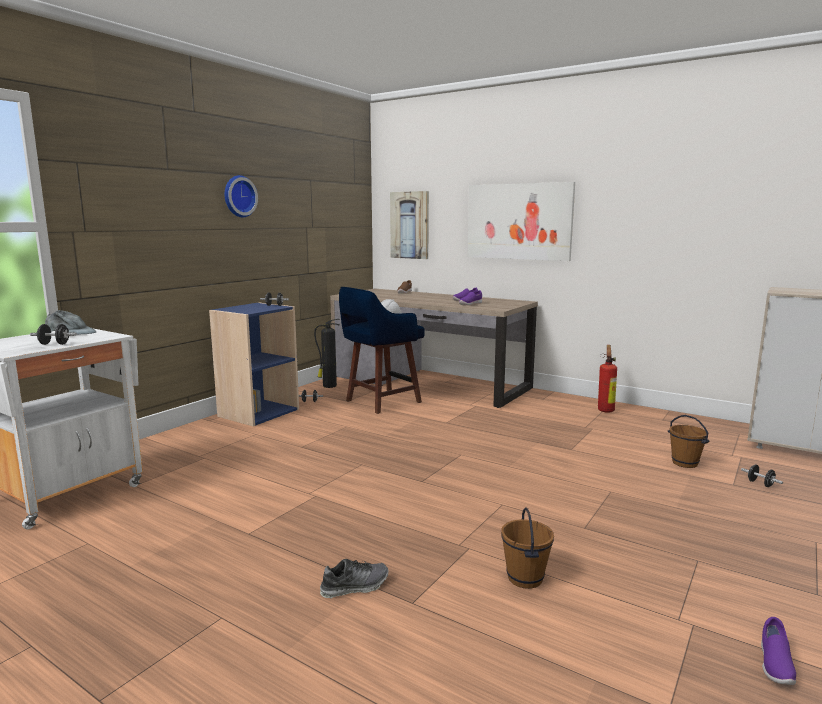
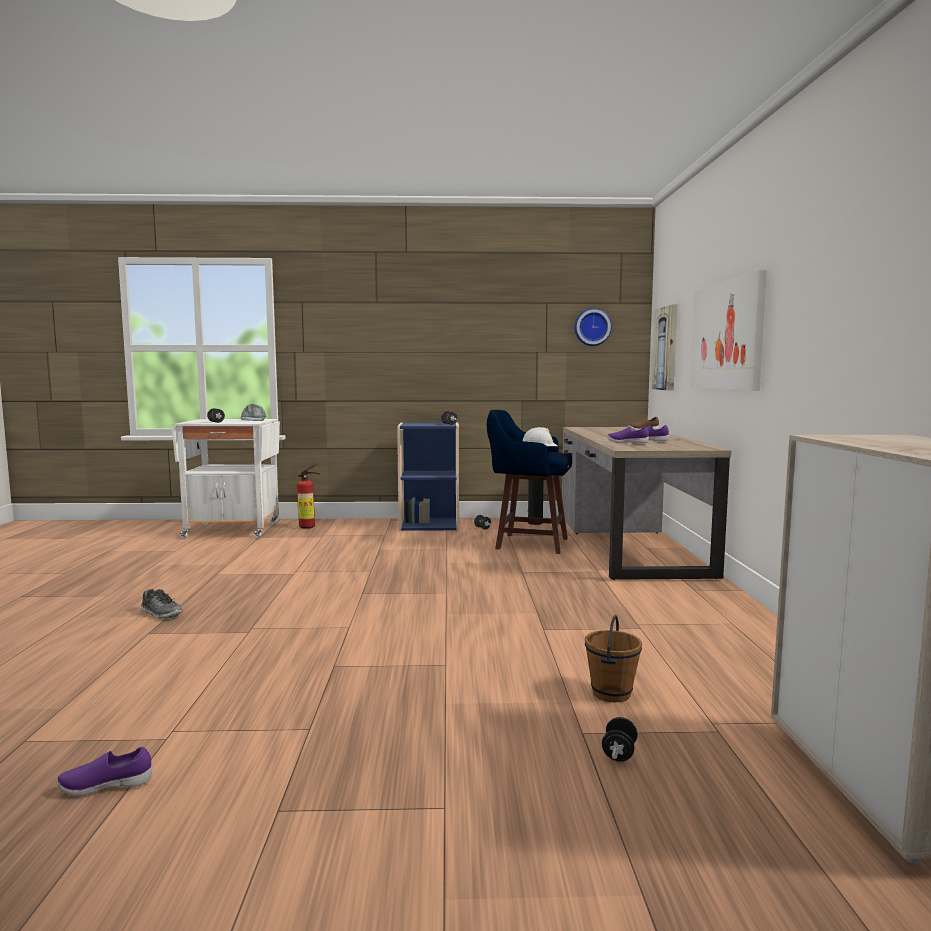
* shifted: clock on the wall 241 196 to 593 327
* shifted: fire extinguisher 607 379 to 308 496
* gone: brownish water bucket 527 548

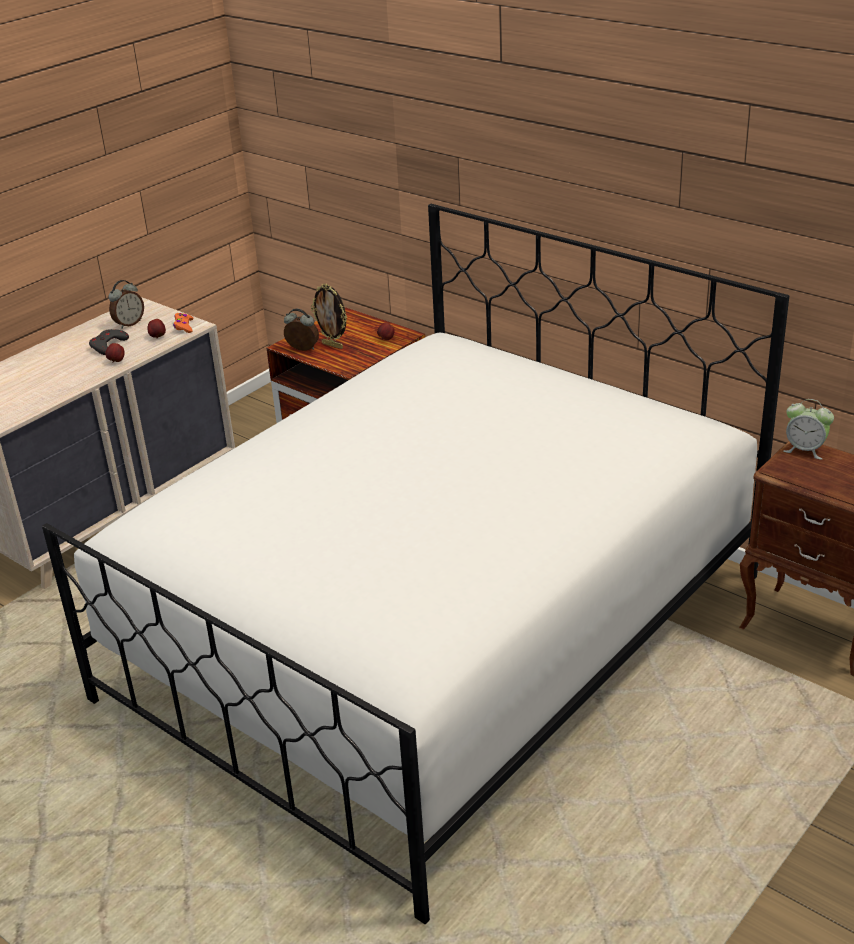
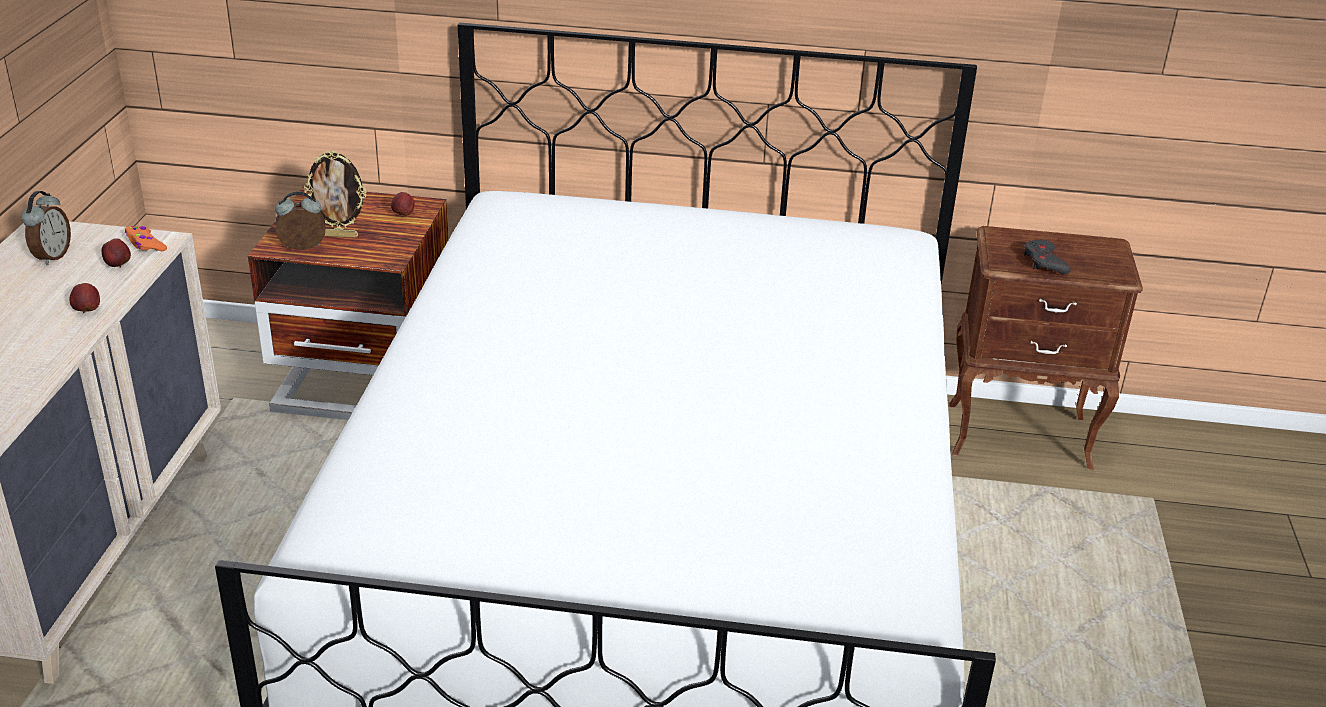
* shifted: gray joypad 109 342 to 1047 257
* gone: alarm clock 809 429

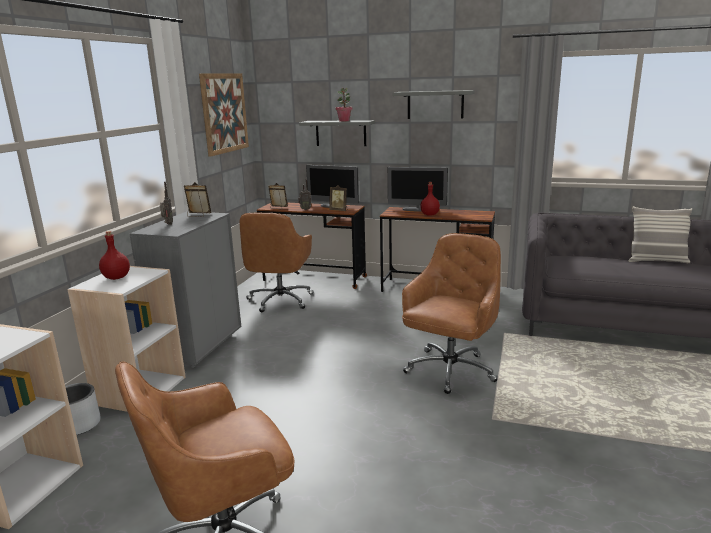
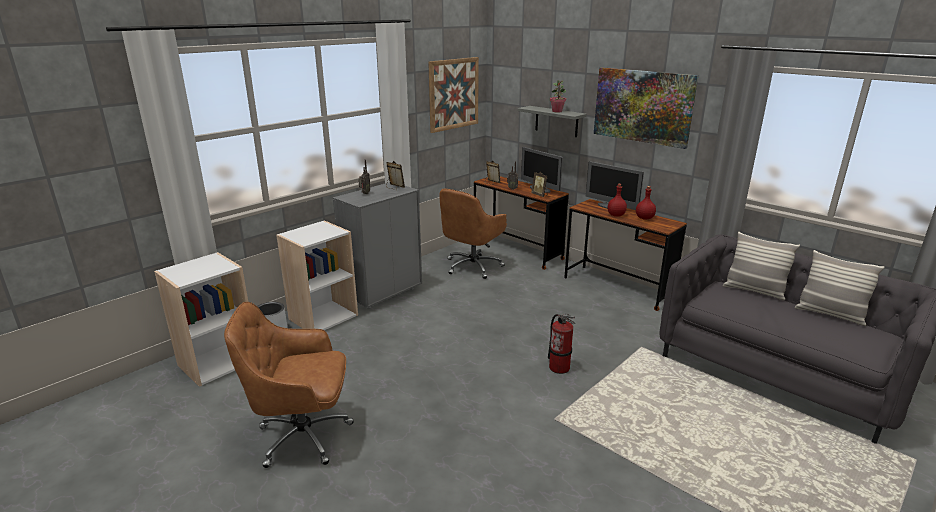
* swapped: gray wall shelf 434 104 to picture 646 108
* shifted: red-coloured beverage bottle 114 255 to 646 203
* swapped: brownish desk chair 451 313 to fire extinguisher 561 344
* new: pillow 761 266

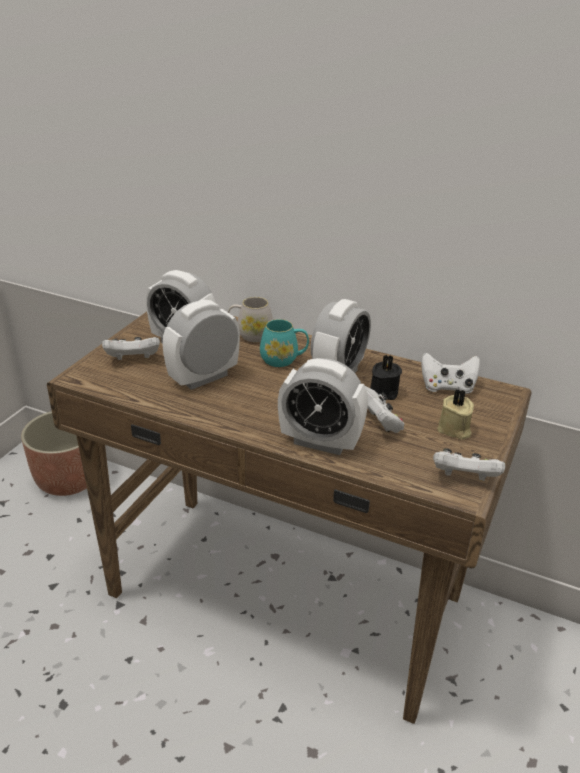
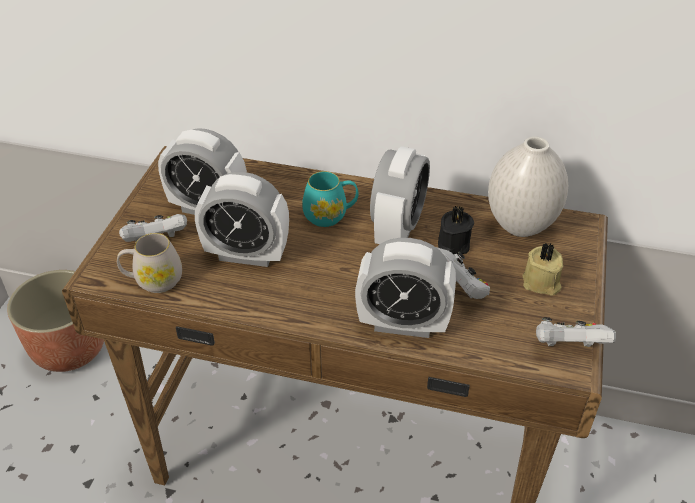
* shifted: white tea mug 250 319 to 149 263
* rotated: alarm clock 201 345 = 242 219 120 degrees counterclockwise
* swapped: white joypad 450 373 to white decorative vase 528 186

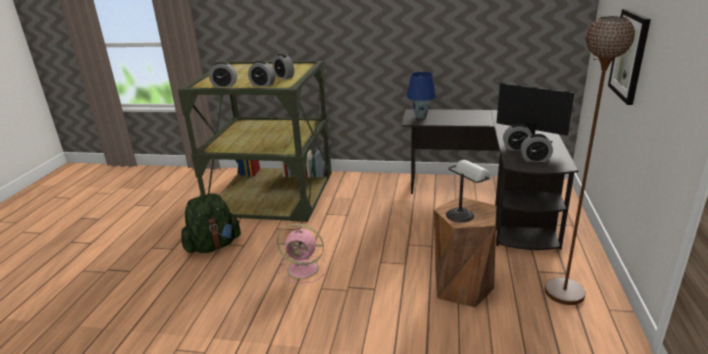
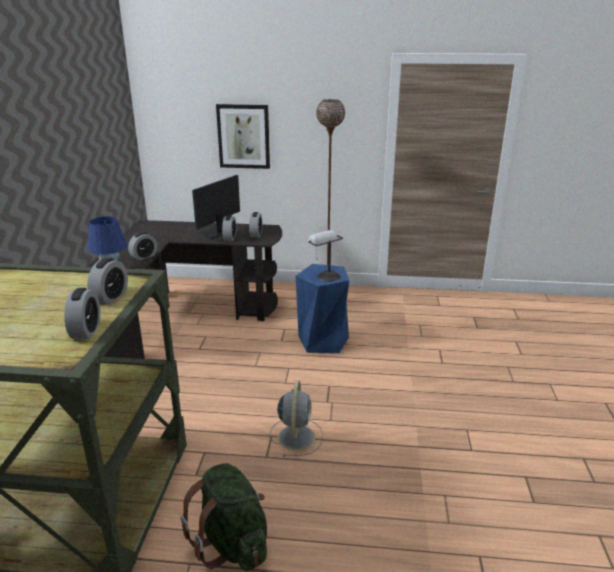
* shifted: alarm clock 283 66 to 142 246
* repainted: brownish stool seat 465 252 to blue stool seat 322 308
* repainted: pinkish fan 302 253 to gray fan 296 418

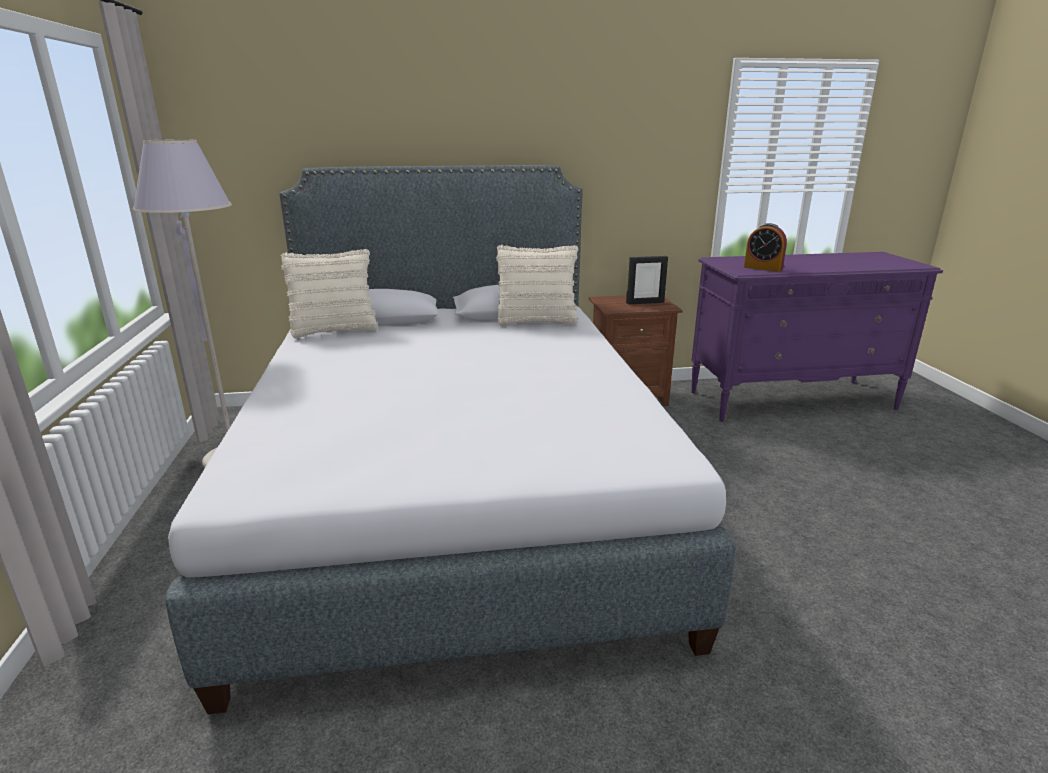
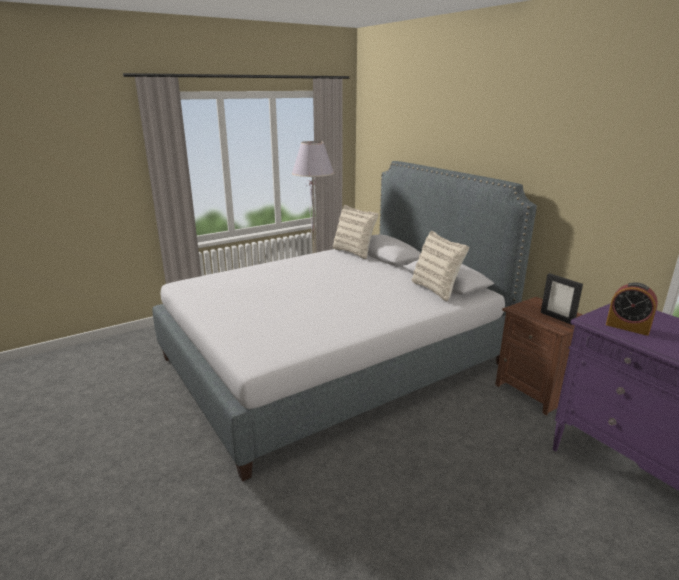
* rotated: alarm clock 765 247 = 632 309 60 degrees counterclockwise

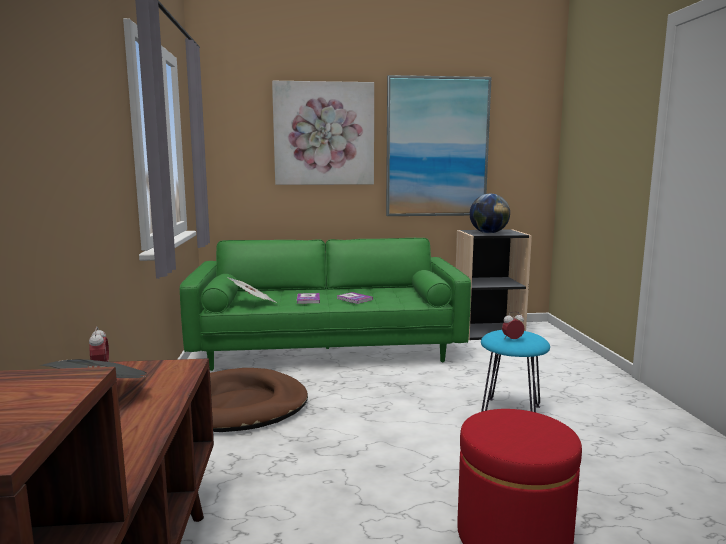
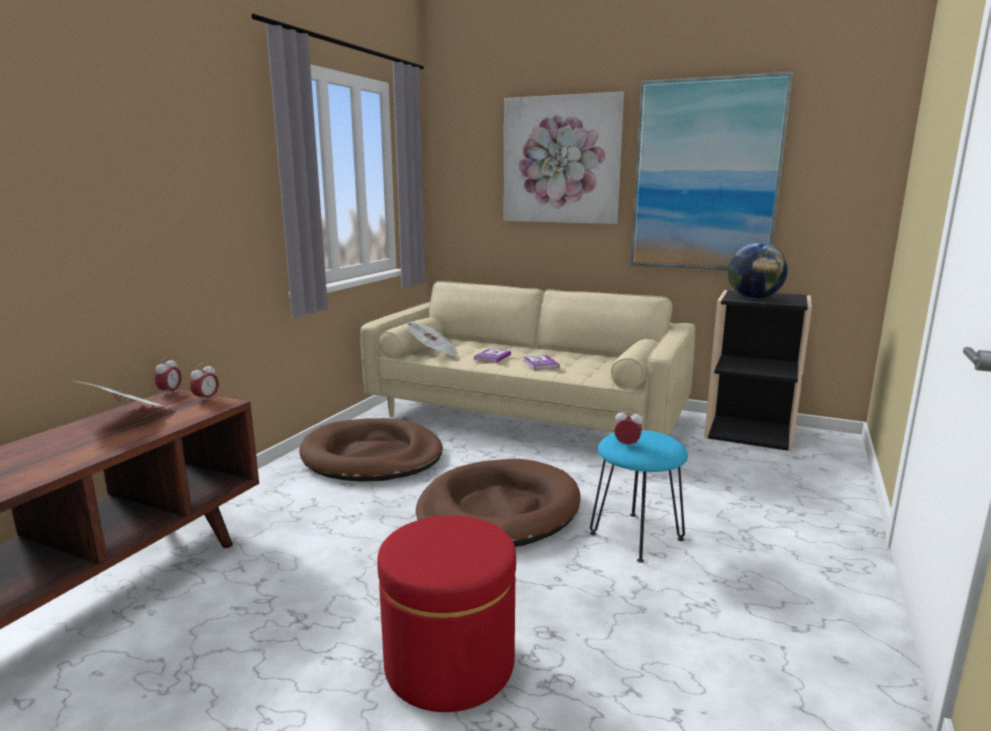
* repainted: greenish sofa 325 304 to sand-coloured sofa 527 358
* new: alarm clock 204 383
* new: brownish pet bed 498 503

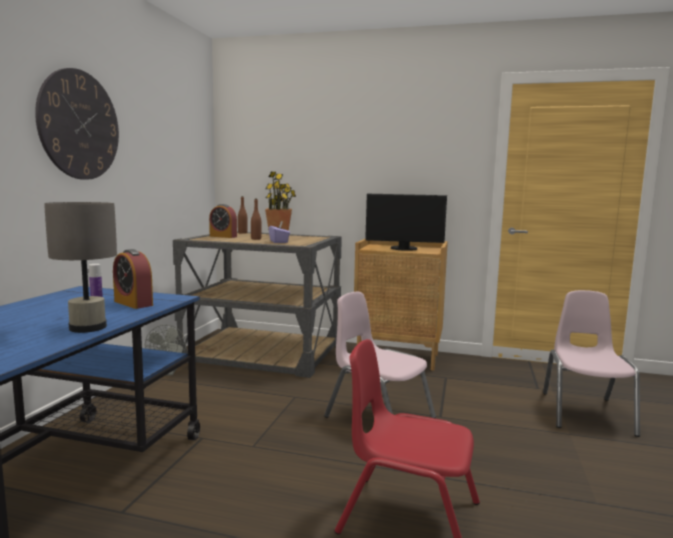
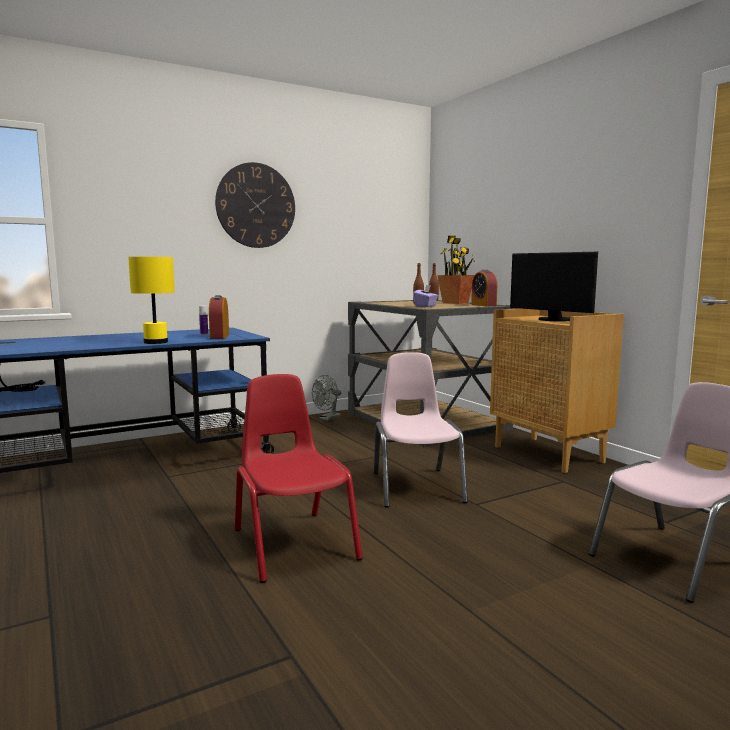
* repainted: gray table lamp 80 267 to yellow-coloured table lamp 152 300
* shifted: alarm clock 223 221 to 484 288

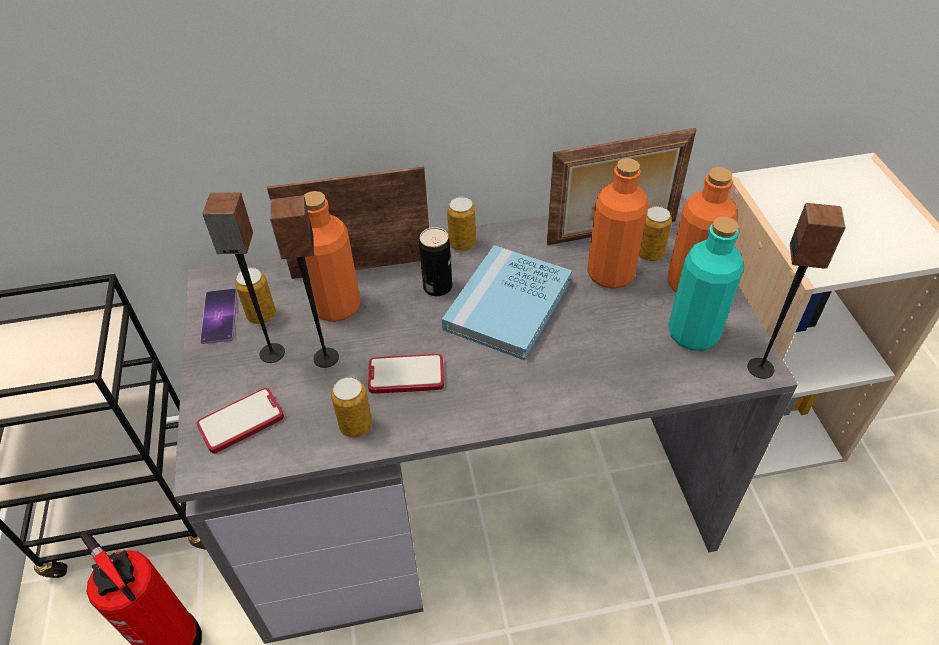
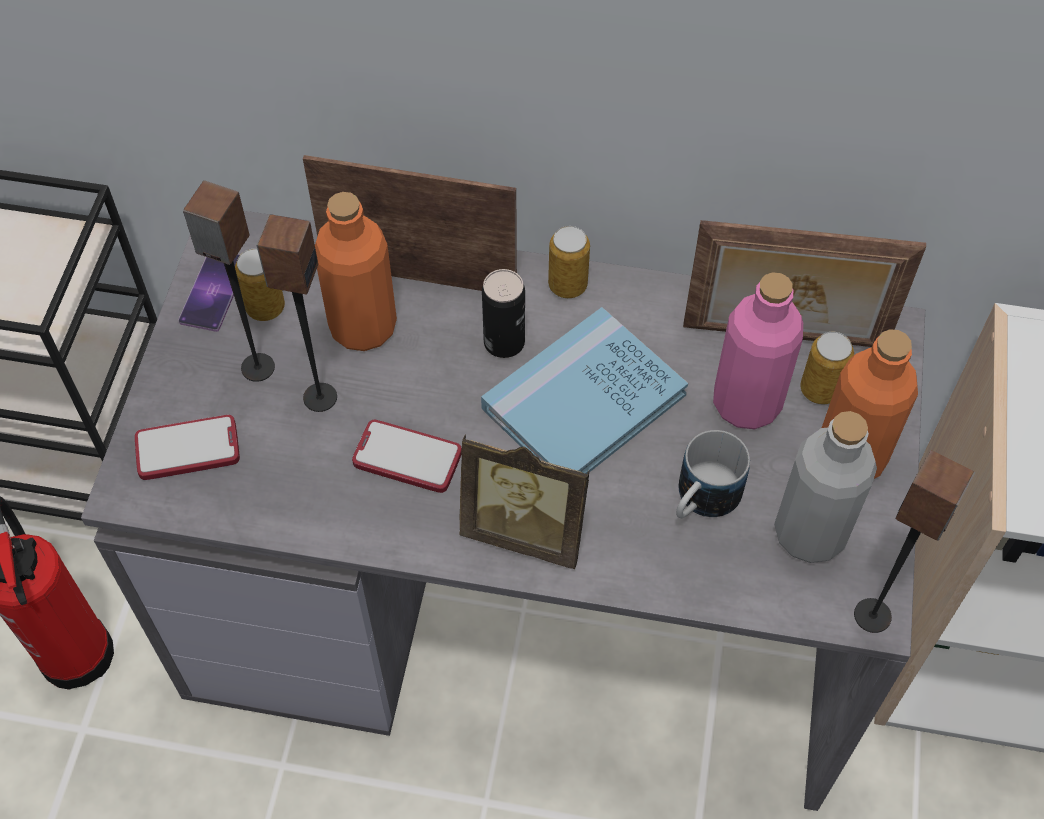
* repainted: orange-coloured beverage bottle 618 223 to pinkish beverage bottle 758 350
* repainted: blue-green beverage bottle 706 283 to gray beverage bottle 825 487
* gone: can 351 407
* new: tea mug 713 474
* new: standing frame 524 502

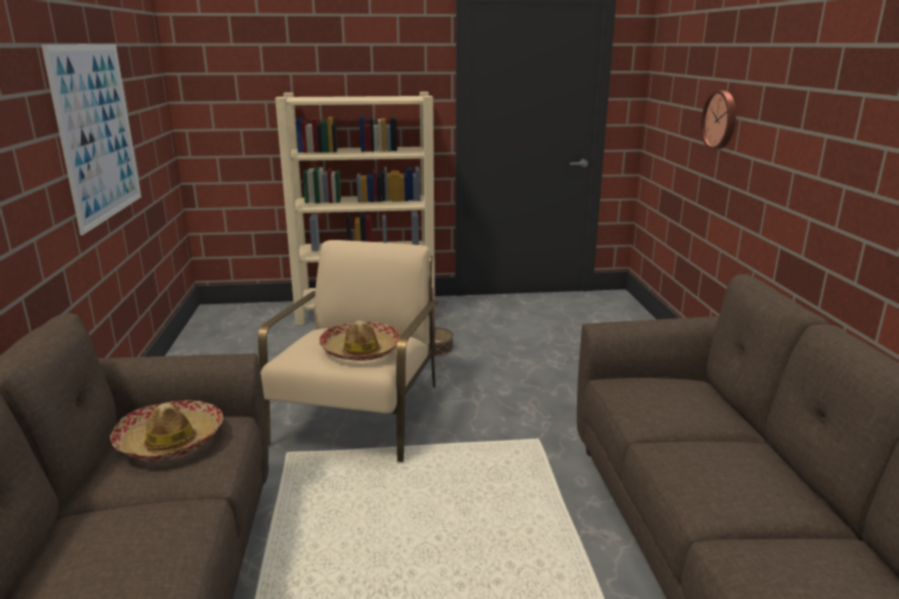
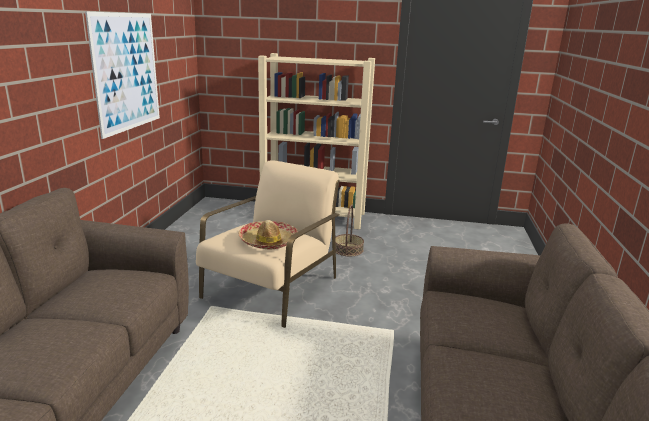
* gone: clock on the wall 718 120
* gone: clothing hat 166 430

